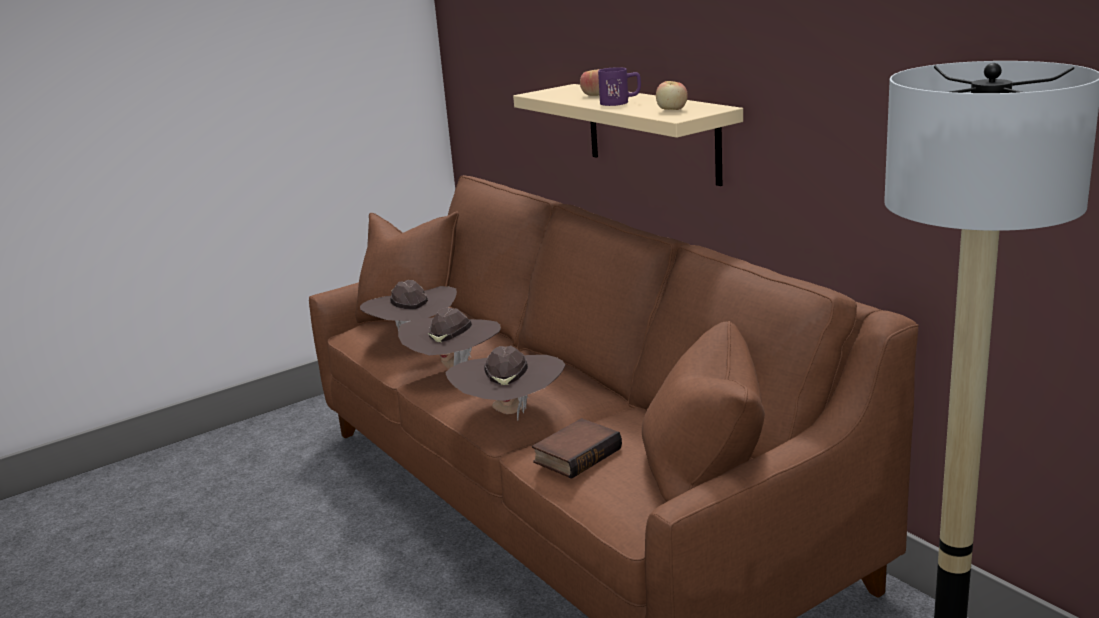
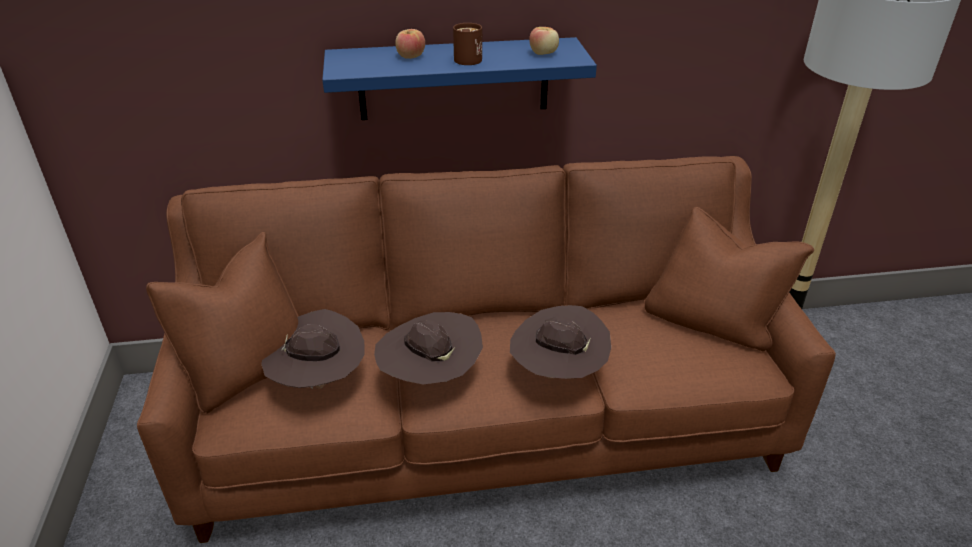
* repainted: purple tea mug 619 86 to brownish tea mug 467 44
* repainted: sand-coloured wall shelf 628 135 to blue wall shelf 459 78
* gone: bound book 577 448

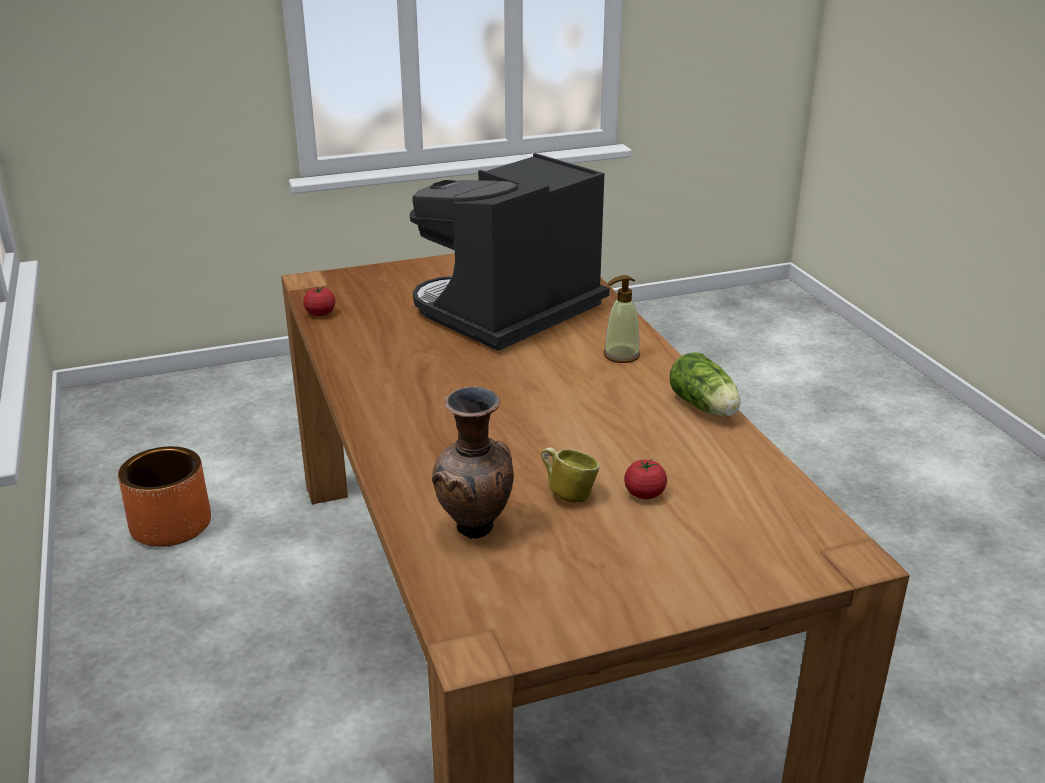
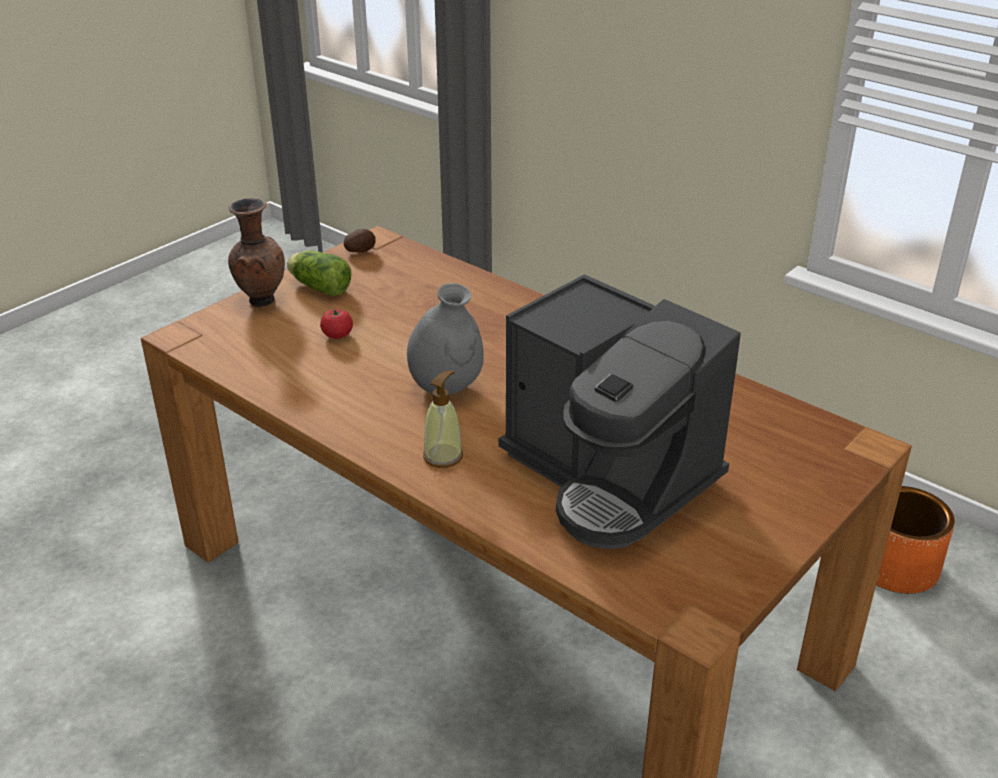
* rotated: coffee maker 509 252 = 620 411 120 degrees clockwise
* gone: whole tomato 319 301
* shifted: lettuce 704 384 to 319 273
* shifted: brownish decorative vase 473 463 to 256 252
* gone: tea mug 570 475
* new: whole potato 360 240
* new: gray decorative vase 445 339

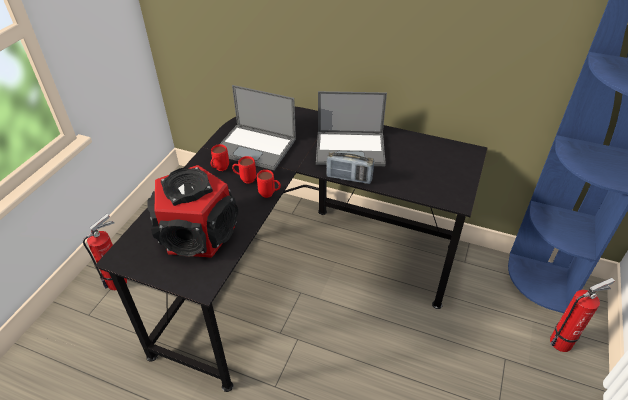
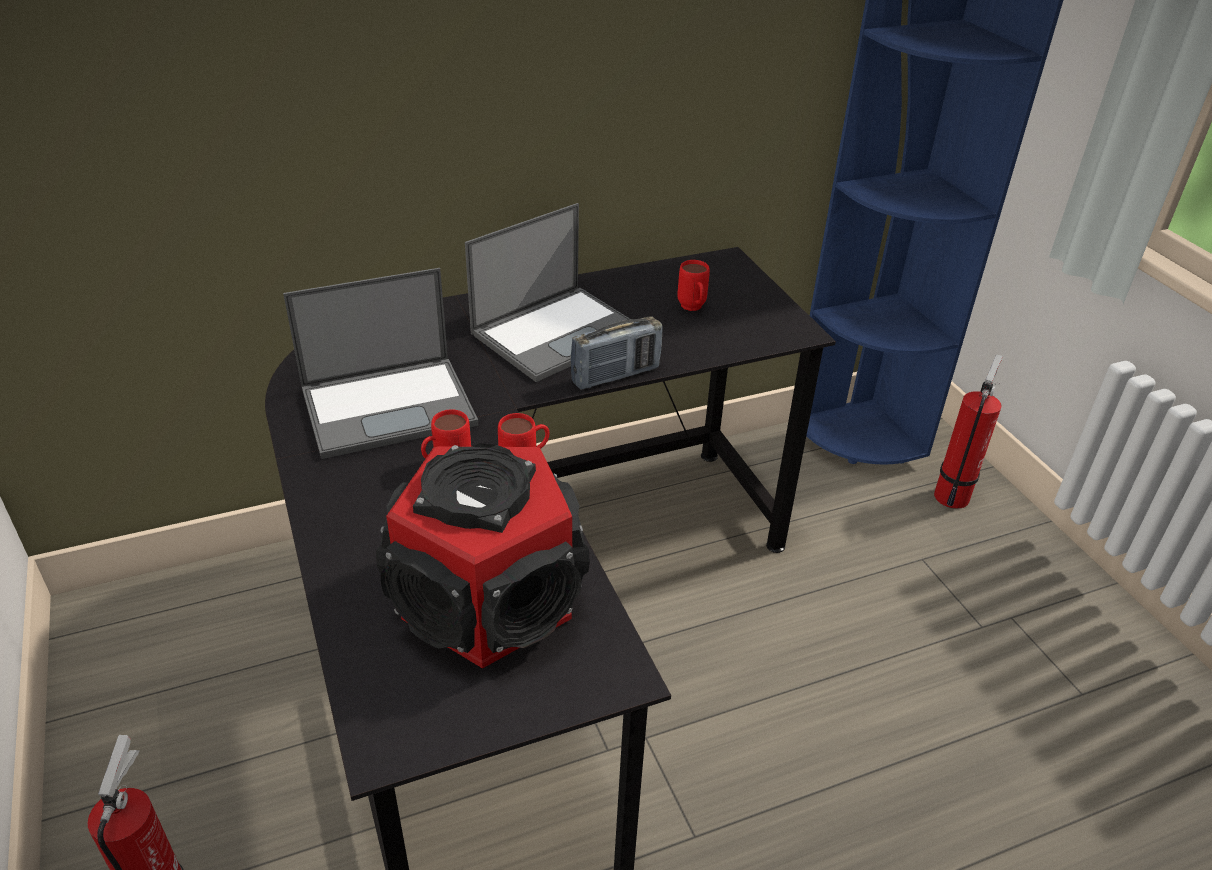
* shifted: red-coloured tea mug 220 157 to 693 285

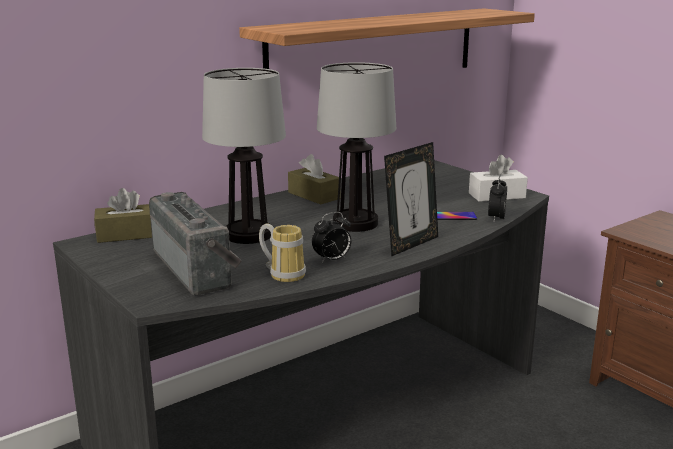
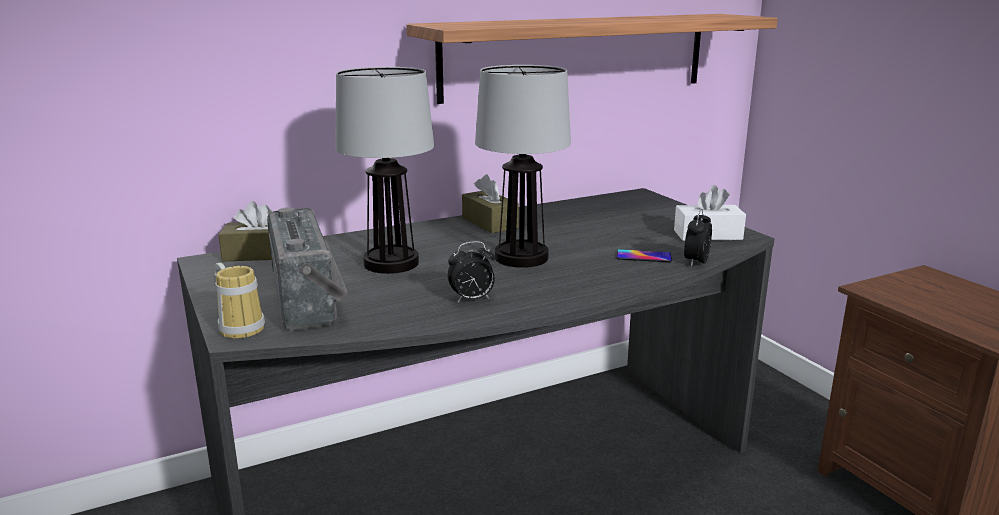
* gone: standing frame 411 199
* shifted: tea mug 282 253 to 239 301

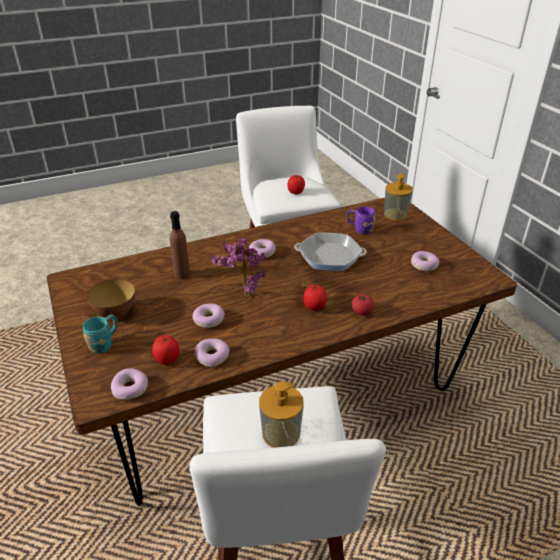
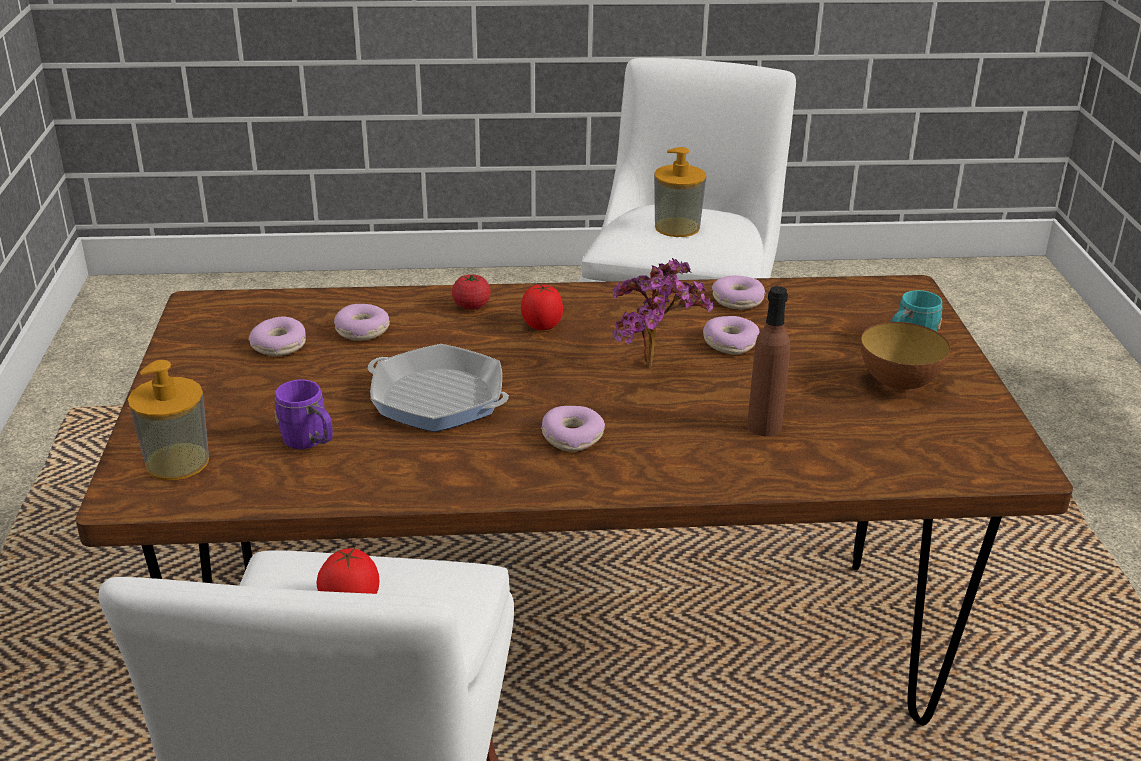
* gone: whole tomato 166 350
* shifted: ring doughnut 129 384 to 362 322

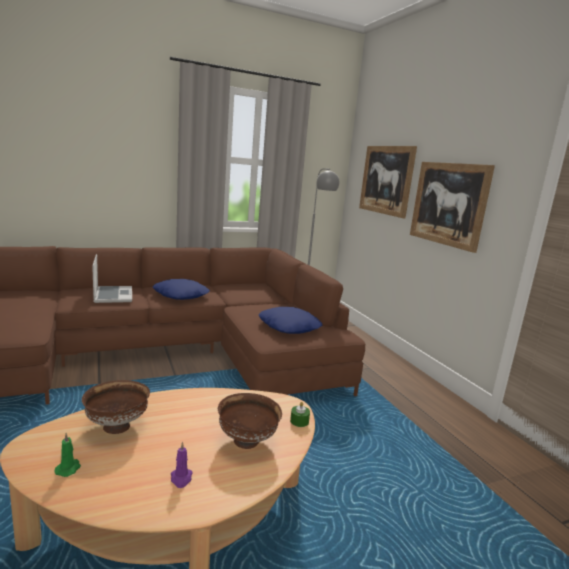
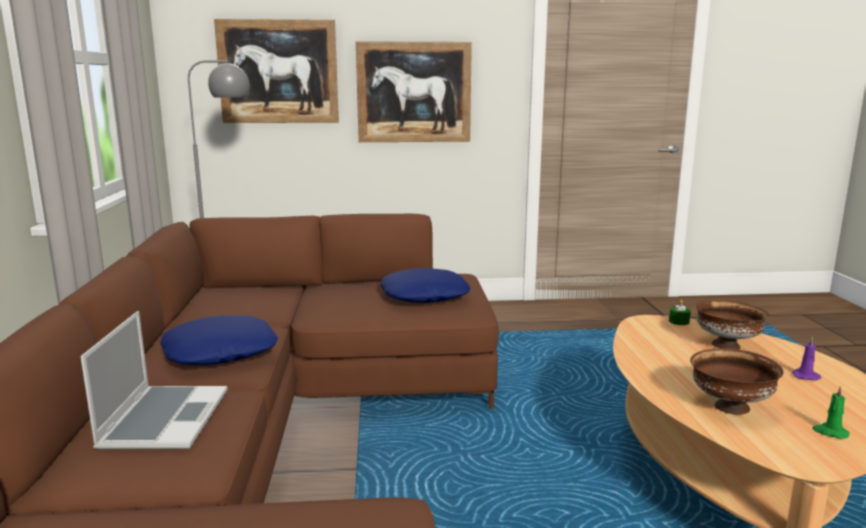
* rotated: laptop 112 278 = 154 380 90 degrees clockwise

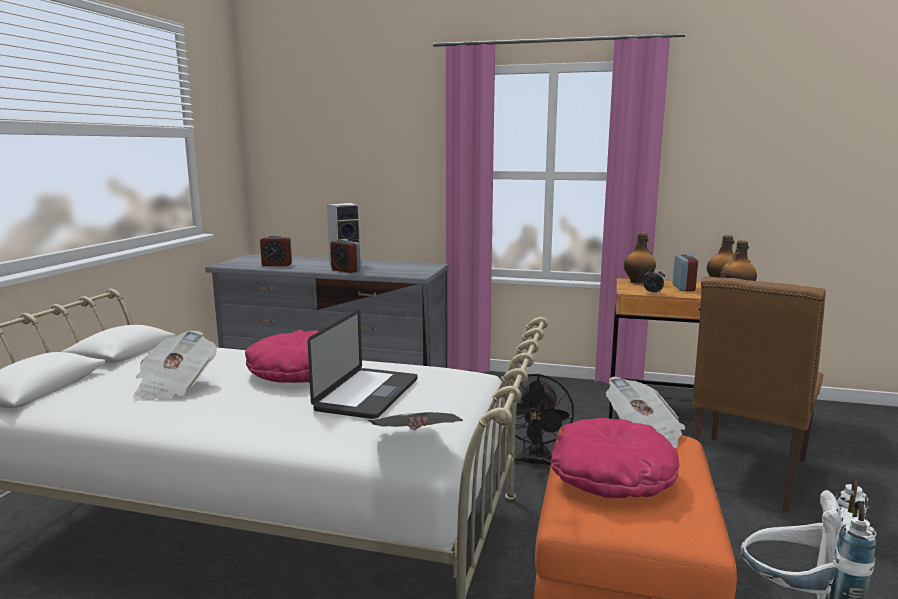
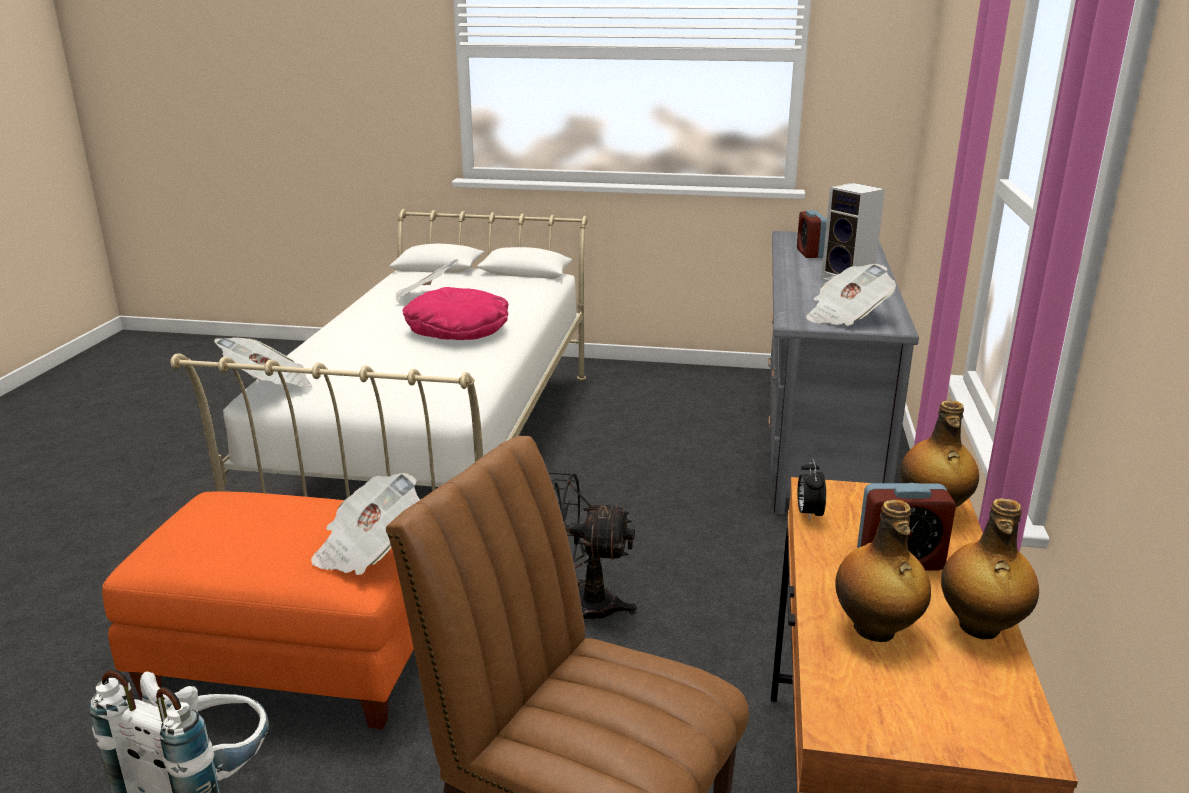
* gone: alarm clock 345 256
* gone: laptop 363 364
* gone: pinkish pillow 615 458
* new: daily paper 851 295

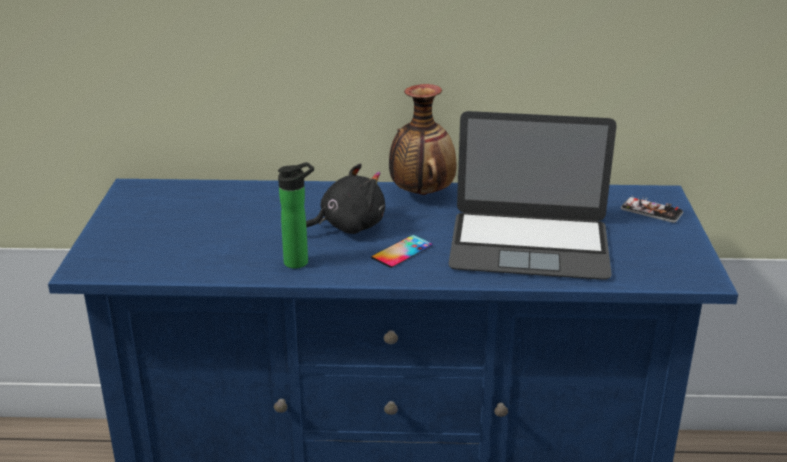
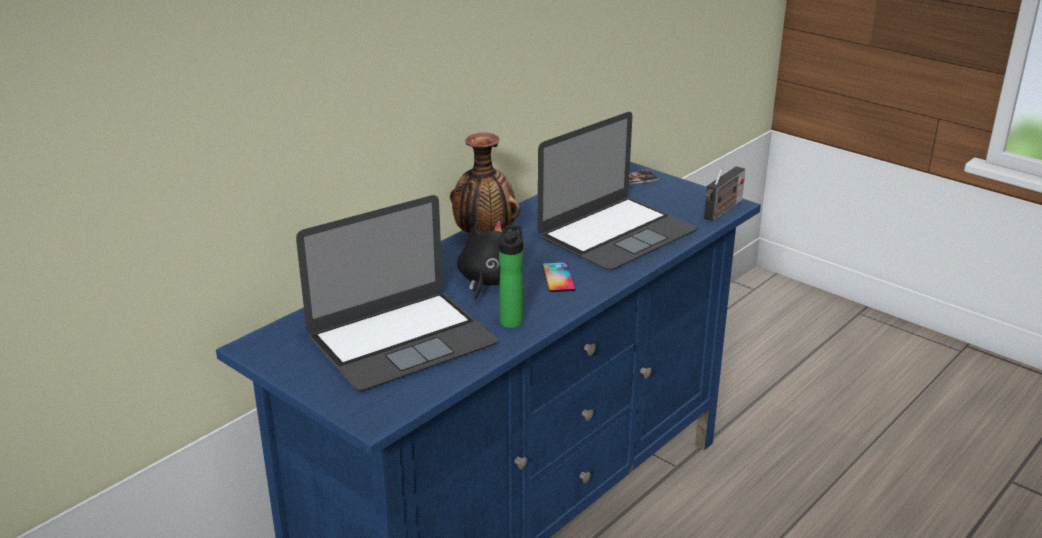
* new: radio set 724 191
* new: laptop 397 293

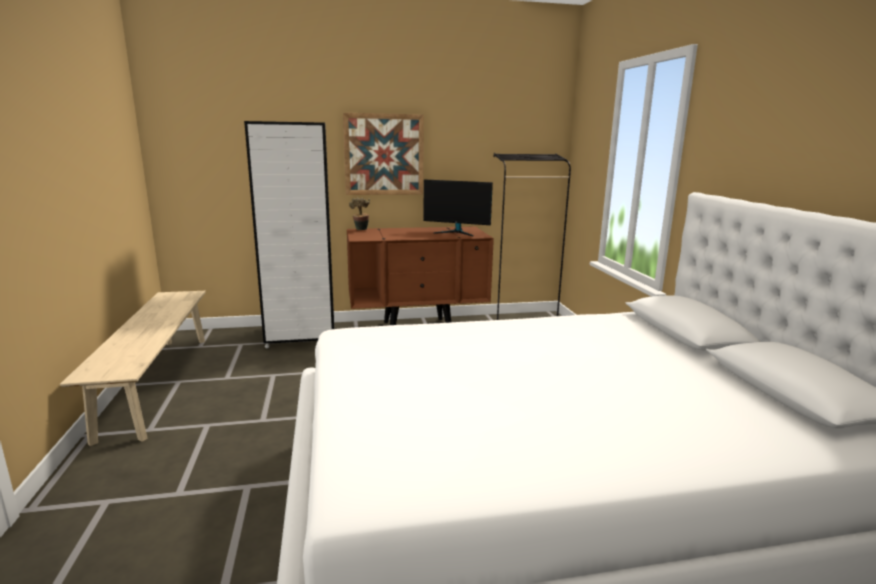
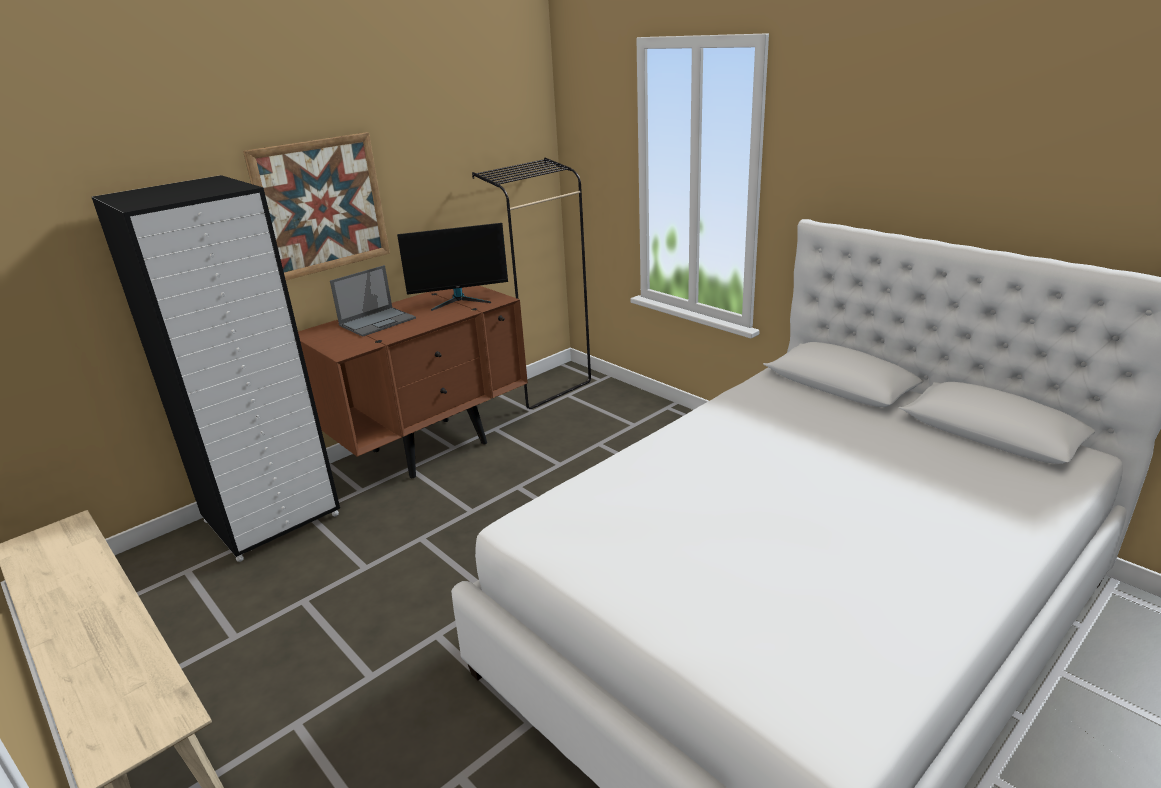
* gone: potted plant 359 213
* new: laptop 373 301

